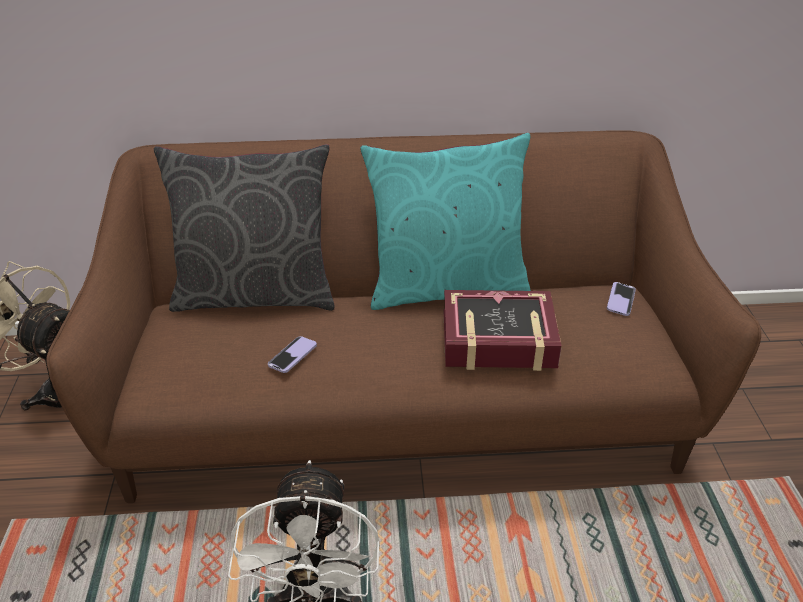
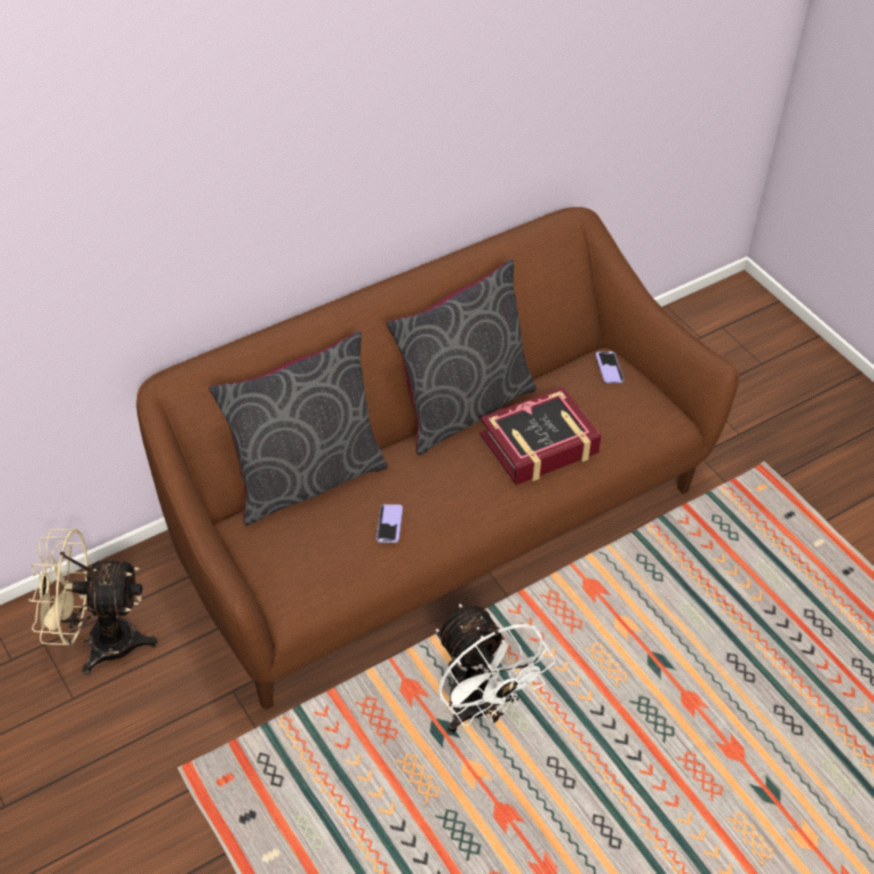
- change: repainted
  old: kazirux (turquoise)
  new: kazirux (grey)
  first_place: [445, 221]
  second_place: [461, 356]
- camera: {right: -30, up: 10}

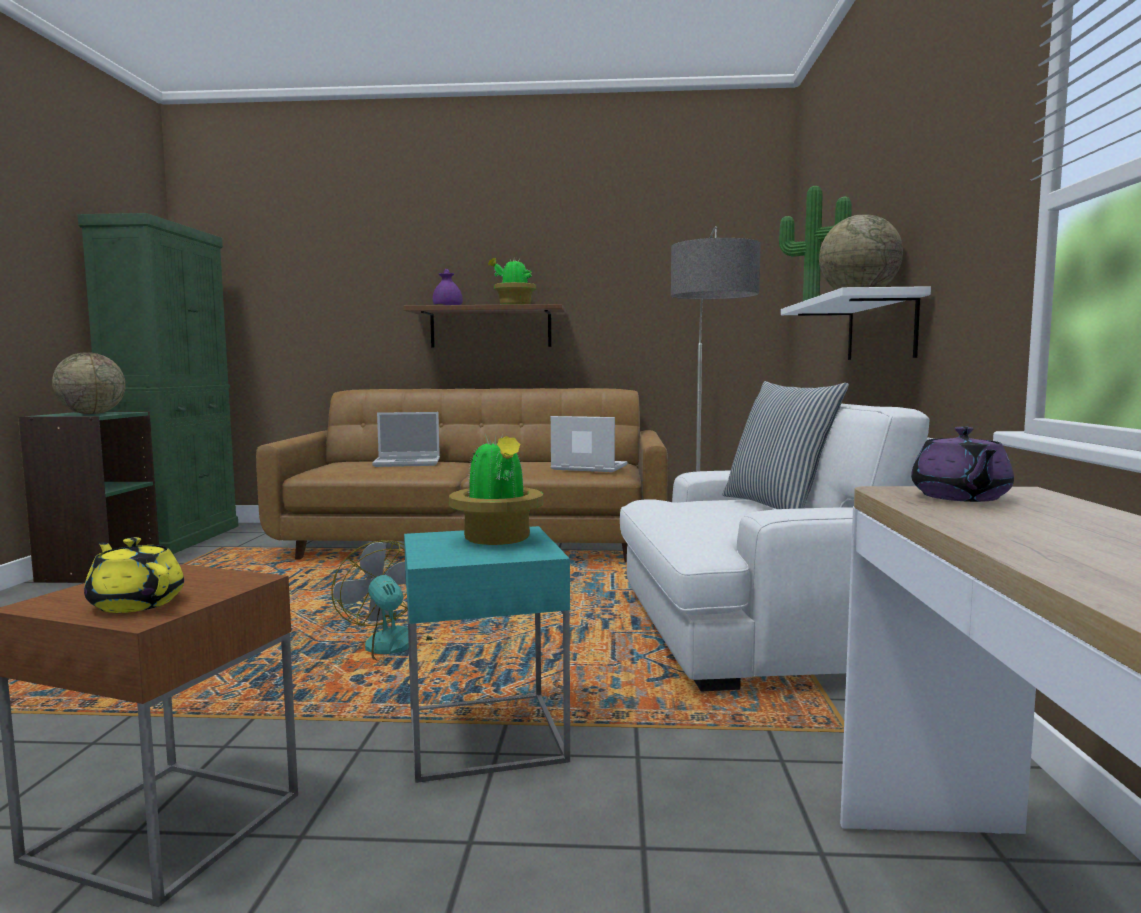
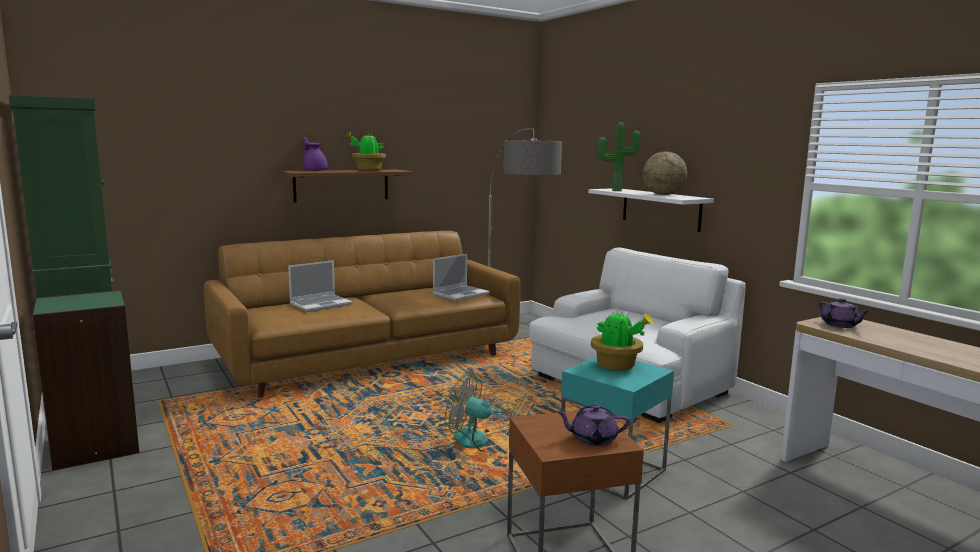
- change: gone
  old: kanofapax
  first_place: [89, 383]
- change: repainted
  old: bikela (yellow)
  new: bikela (purple)
  first_place: [134, 575]
  second_place: [593, 425]
- change: rotated
  old: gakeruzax
  first_place: [589, 444]
  second_place: [461, 277]
  degrees: 150
- change: gone
  old: kazirux
  first_place: [786, 445]
- camera: {right: -35, up: 5}

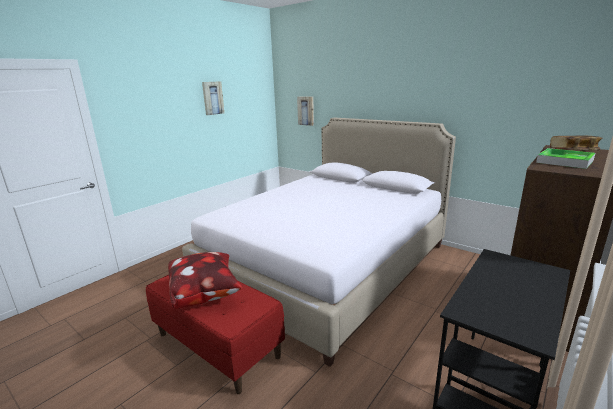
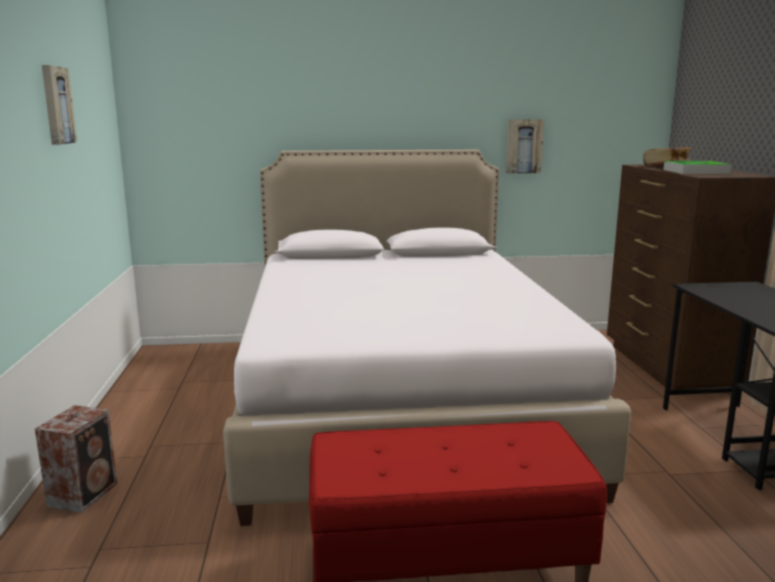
- change: gone
  old: kazirux
  first_place: [205, 280]
- change: shifted
  old: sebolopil
  first_place: [305, 111]
  second_place: [525, 146]
- change: new
  new: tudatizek
  second_place: [76, 459]
- camera: {right: -45, up: -5}

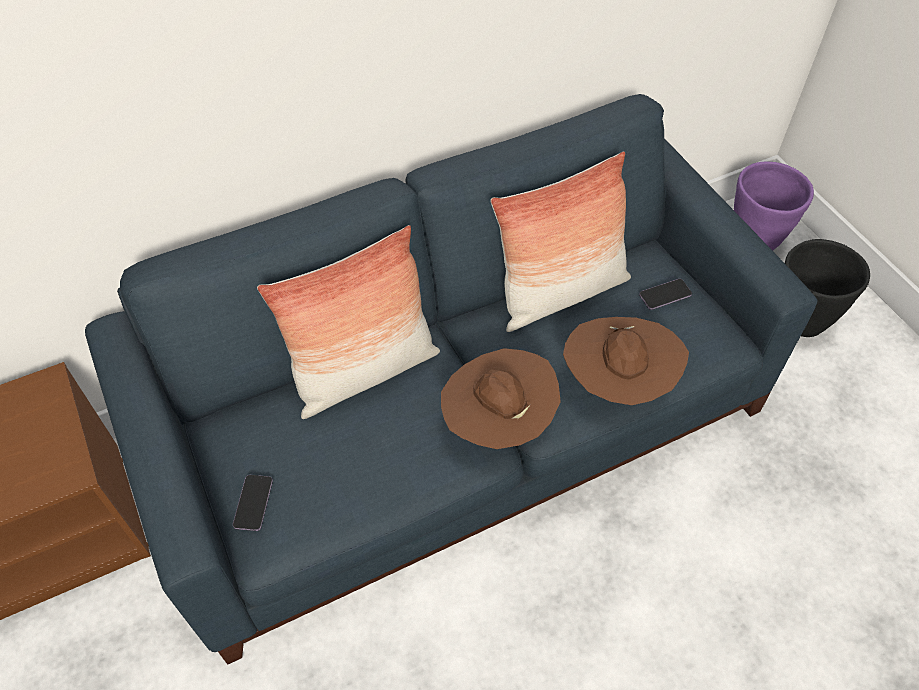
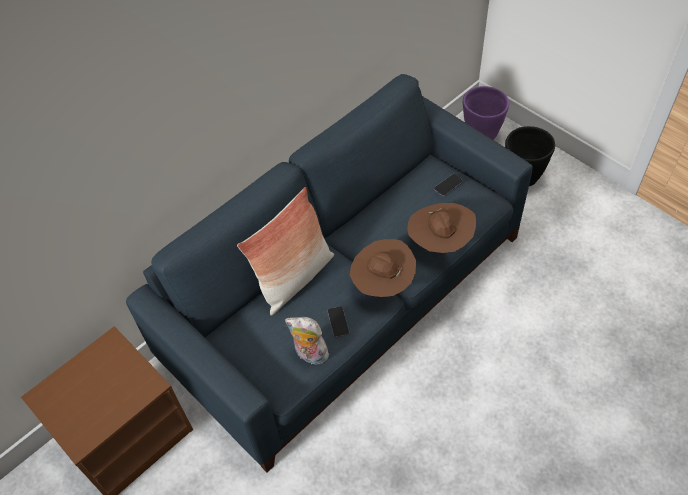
- change: shifted
  old: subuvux
  first_place: [253, 503]
  second_place: [338, 321]
- change: gone
  old: kazirux
  first_place: [560, 242]
- change: new
  new: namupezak
  second_place: [307, 340]
- camera: {right: -15, up: 0}

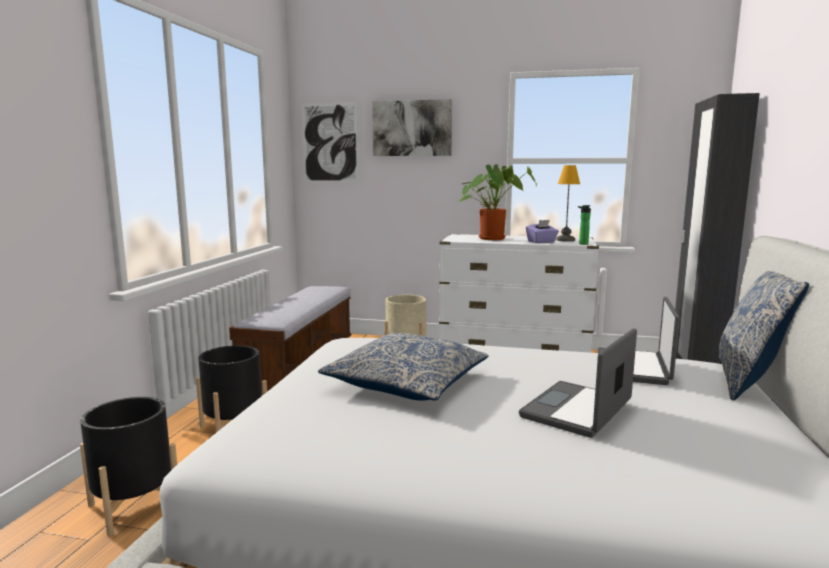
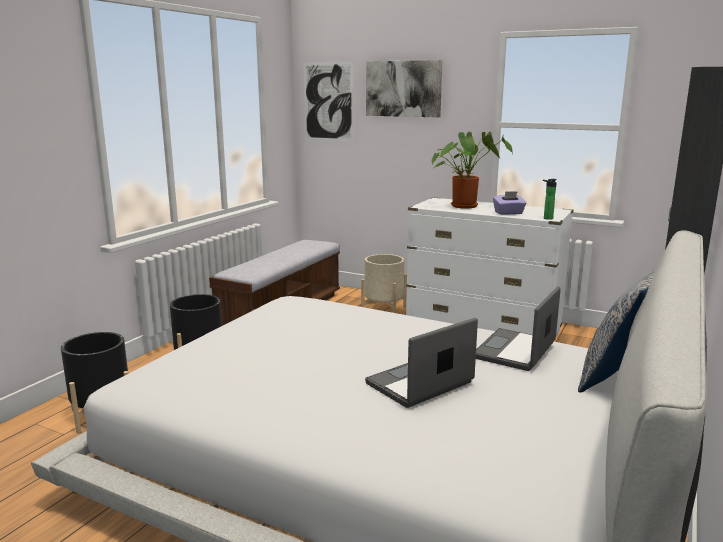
- change: gone
  old: kazirux
  first_place: [403, 367]
- change: gone
  old: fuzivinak
  first_place: [568, 203]
- camera: {right: 15, up: 5}

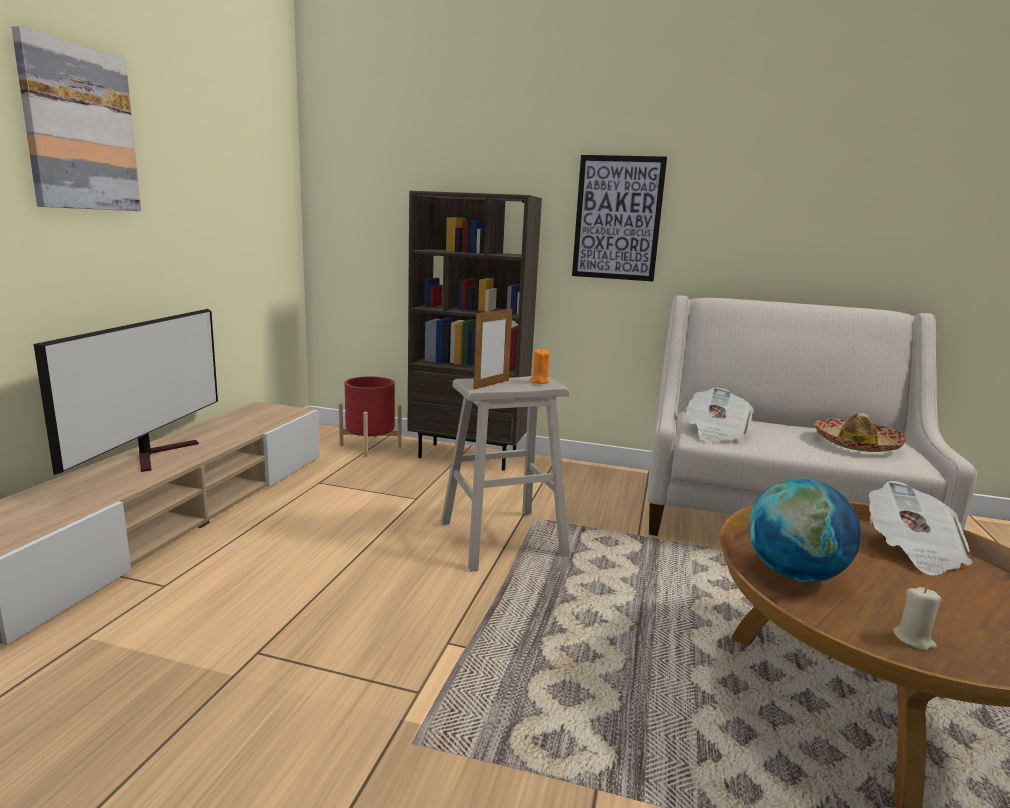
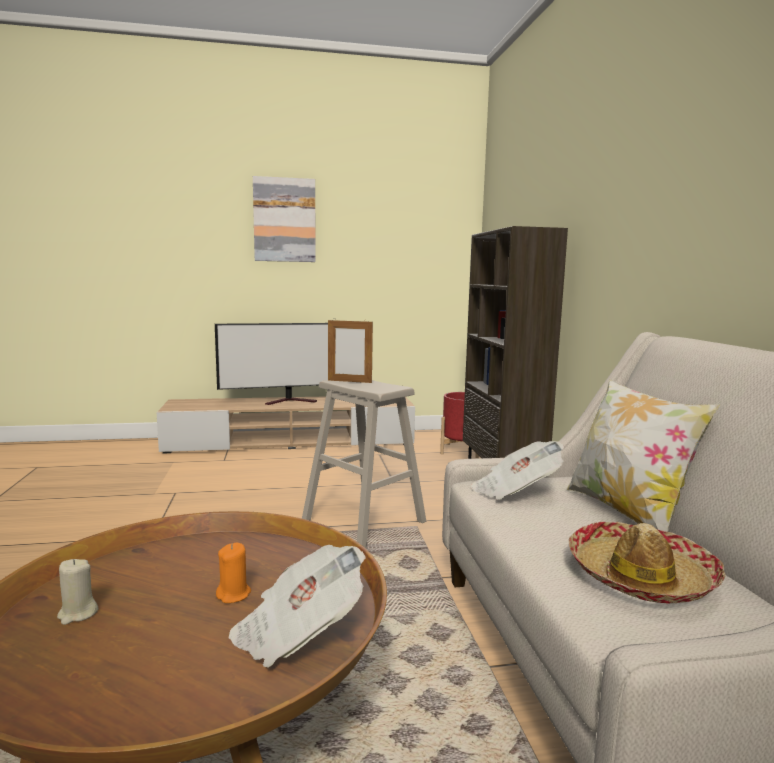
- change: shifted
  old: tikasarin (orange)
  first_place: [540, 366]
  second_place: [233, 573]
- change: gone
  old: sebolopil
  first_place: [619, 218]
- change: gone
  old: kanofapax
  first_place: [804, 530]
- change: new
  new: kazirux
  second_place: [643, 455]
- camera: {right: 65, up: -5}

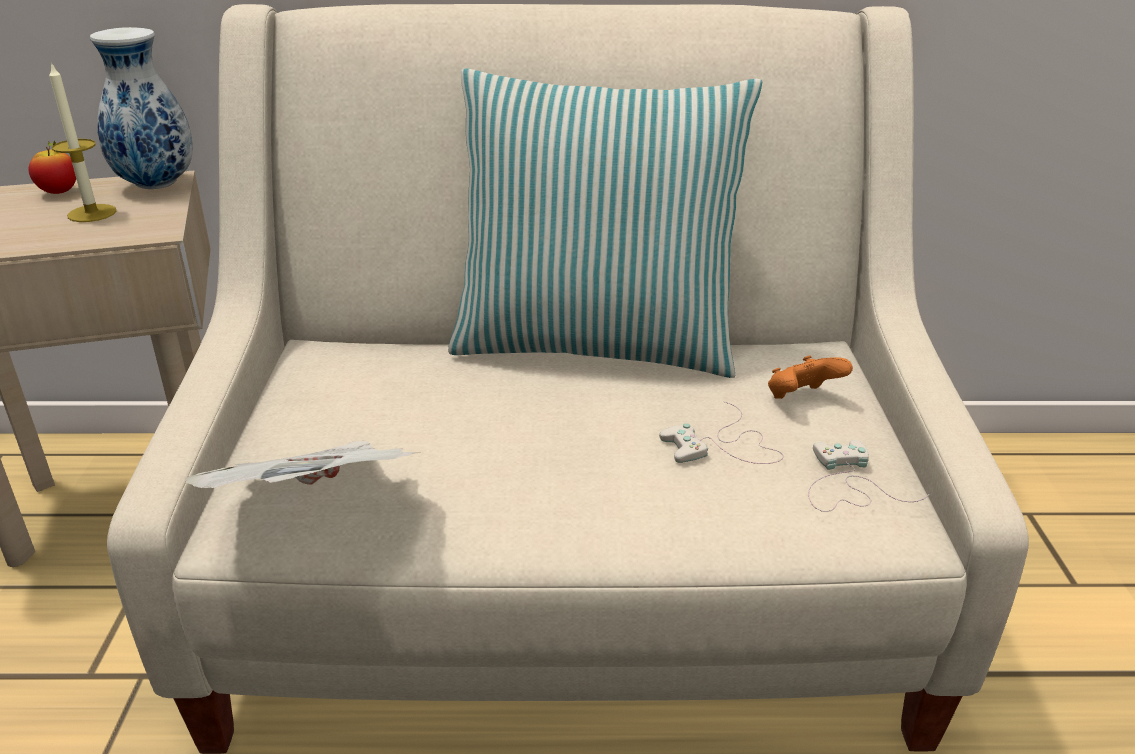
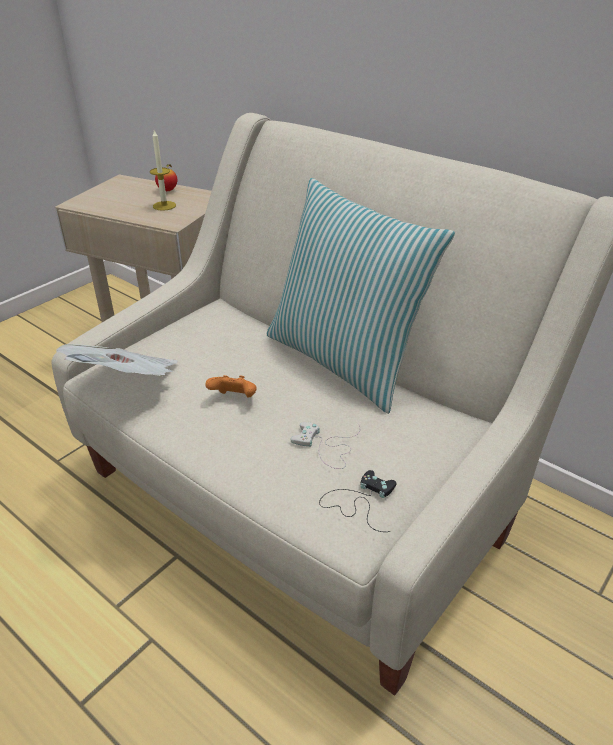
- change: gone
  old: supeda
  first_place: [141, 108]
- change: shifted
  old: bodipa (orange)
  first_place: [810, 377]
  second_place: [231, 386]
- change: repainted
  old: bodipa (white)
  new: bodipa (black)
  first_place: [868, 476]
  second_place: [358, 501]
- camera: {right: 40, up: 5}

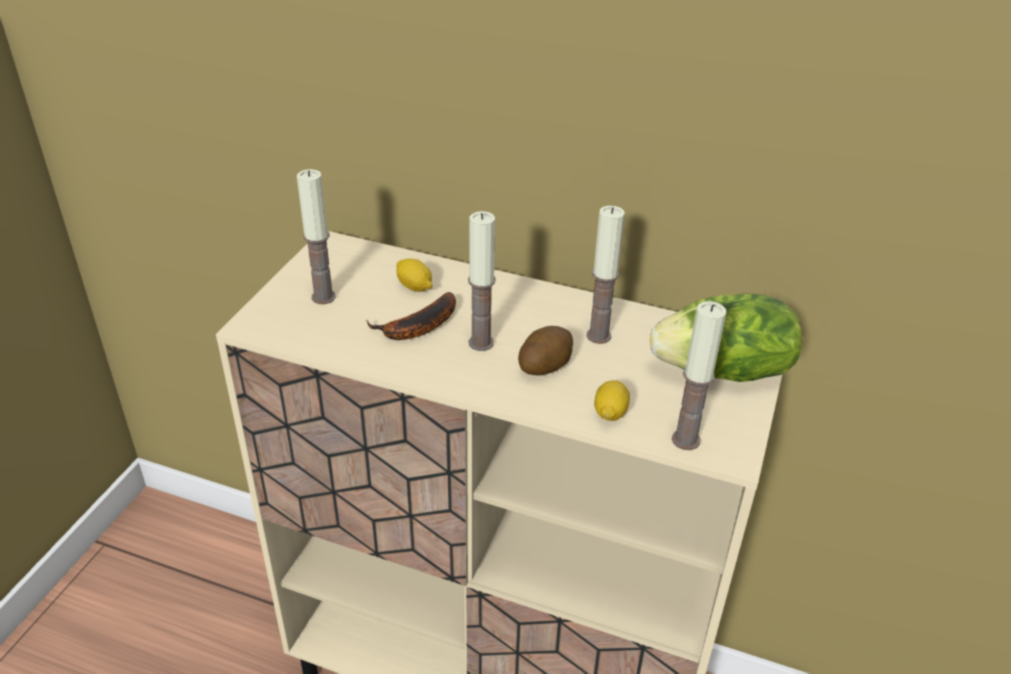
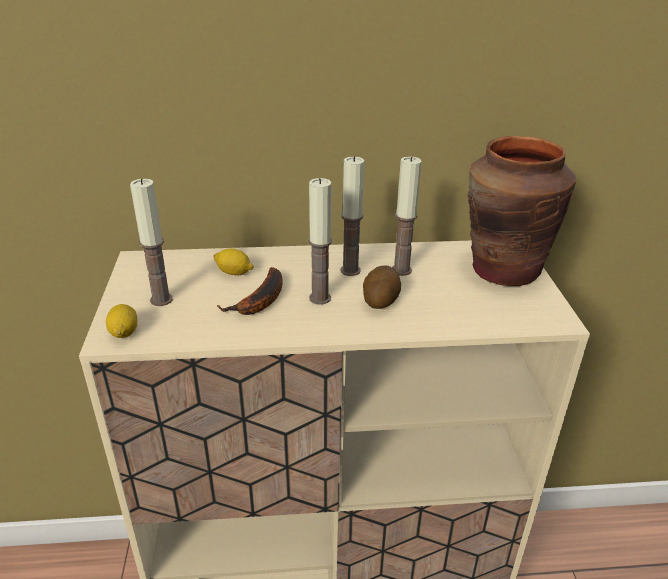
- change: shifted
  old: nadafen
  first_place: [612, 400]
  second_place: [121, 321]
- change: swapped
  old: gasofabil
  new: supeda (brown)
  first_place: [726, 337]
  second_place: [521, 211]
- change: shifted
  old: tikasarin
  first_place: [699, 375]
  second_place: [352, 216]
- camera: {right: -25, up: -5}

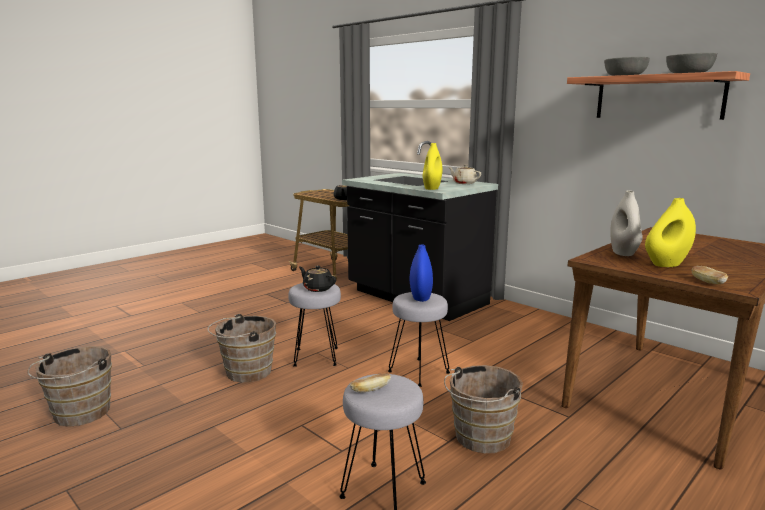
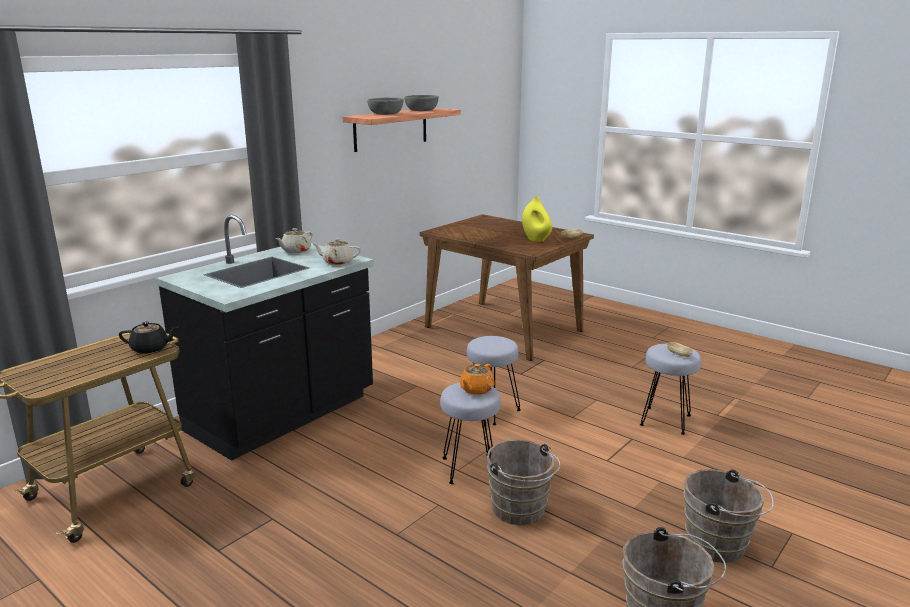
- change: repainted
  old: bikela (black)
  new: bikela (orange)
  first_place: [317, 279]
  second_place: [477, 379]
- change: gone
  old: supeda (blue)
  first_place: [421, 273]
- change: swapped
  old: supeda (yellow)
  new: bikela (beige)
  first_place: [432, 166]
  second_place: [336, 251]
- change: shifted
  old: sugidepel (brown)
  first_place: [483, 409]
  second_place: [729, 516]
- change: gone
  old: supeda (white)
  first_place: [626, 223]
- camera: {right: -95, up: 5}

